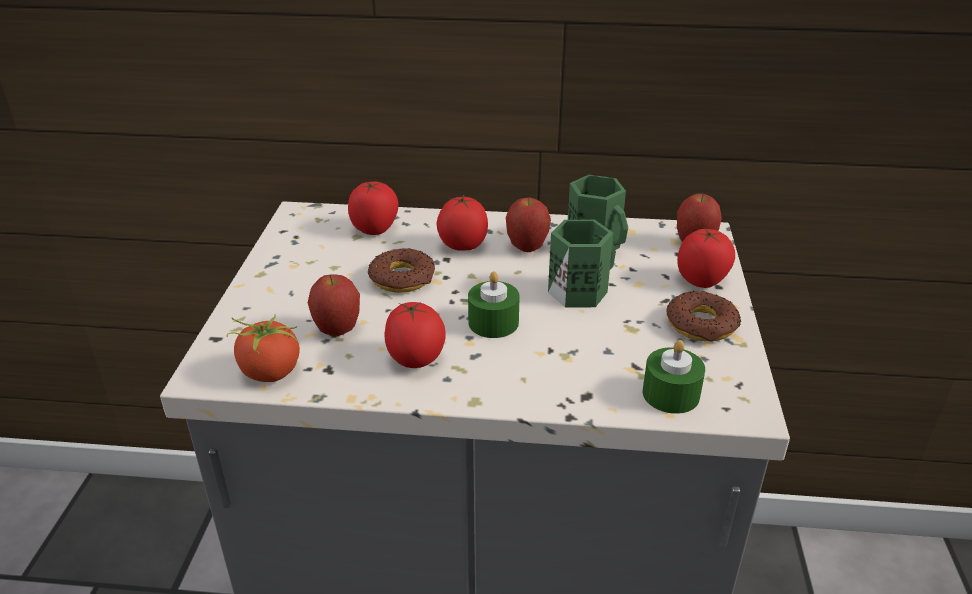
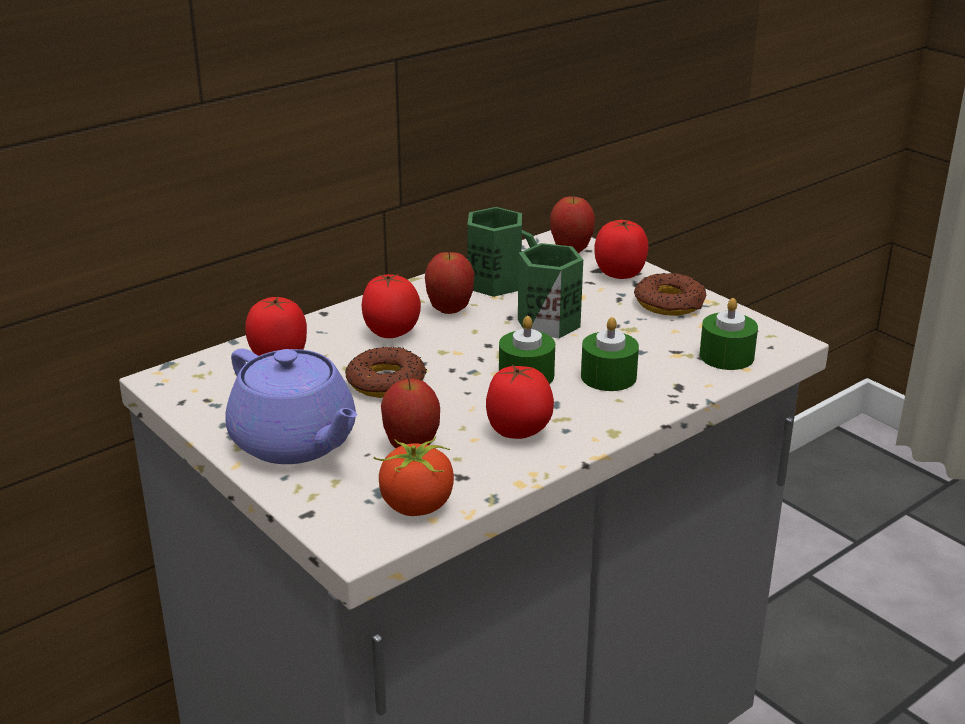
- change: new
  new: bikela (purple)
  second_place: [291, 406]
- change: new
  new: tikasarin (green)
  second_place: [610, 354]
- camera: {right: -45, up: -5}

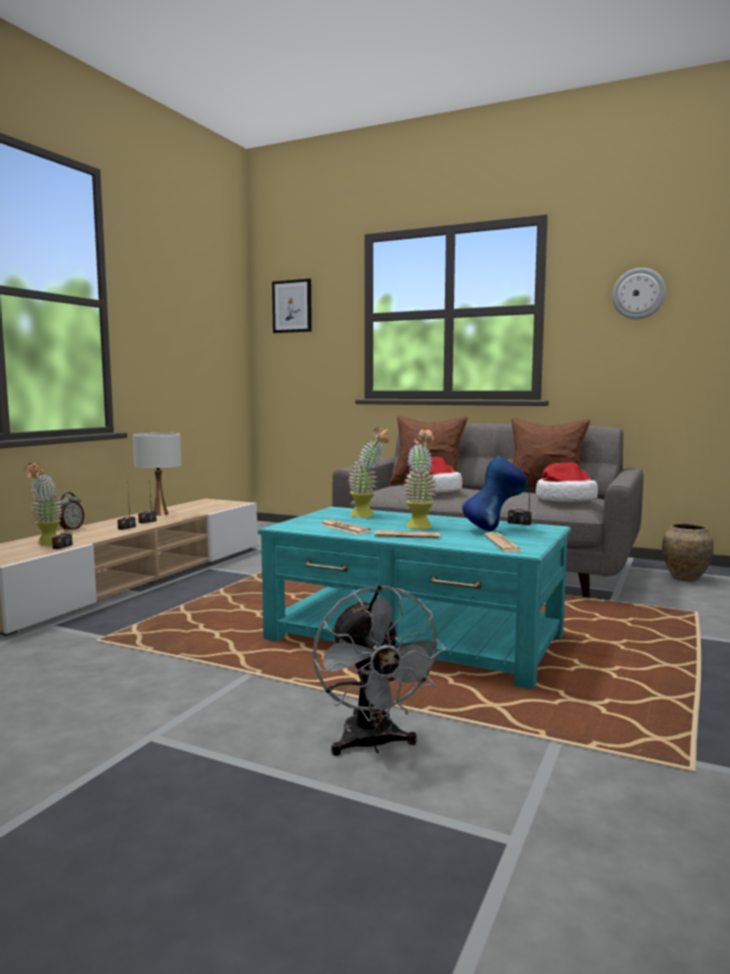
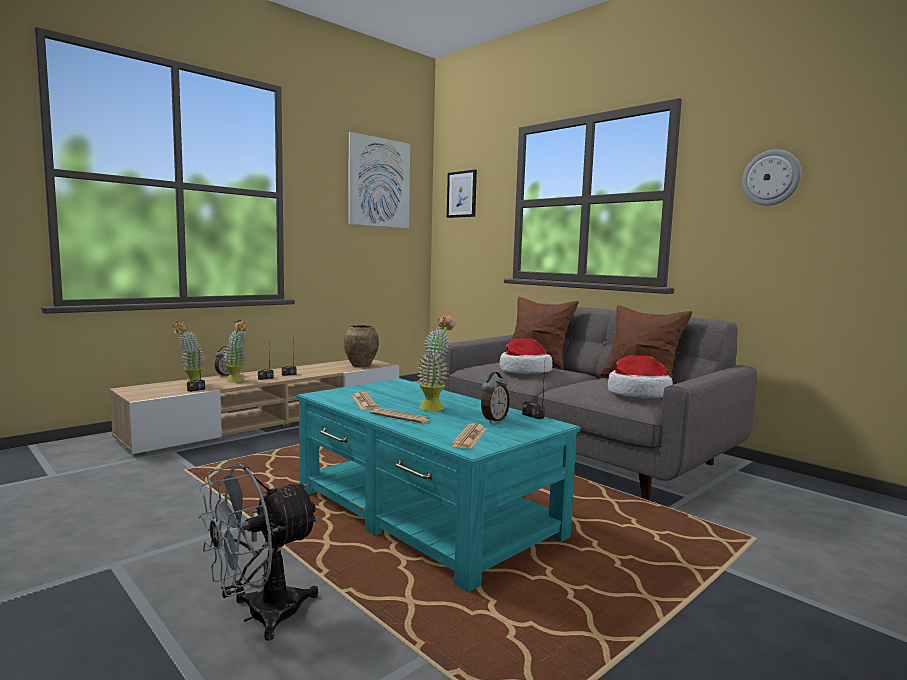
- change: gone
  old: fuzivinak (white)
  first_place: [157, 474]
- change: rotated
  old: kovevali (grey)
  first_place: [380, 670]
  second_place: [259, 552]
  degrees: 45
- change: shifted
  old: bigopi
  first_place: [369, 472]
  second_place: [234, 351]
- change: swapped
  old: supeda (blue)
  new: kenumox
  first_place: [495, 494]
  second_place: [495, 397]
- change: shifted
  old: supeda (brown)
  first_place: [688, 552]
  second_place: [361, 346]
- change: new
  new: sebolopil
  second_place: [379, 180]
- camera: {right: 20, up: 0}

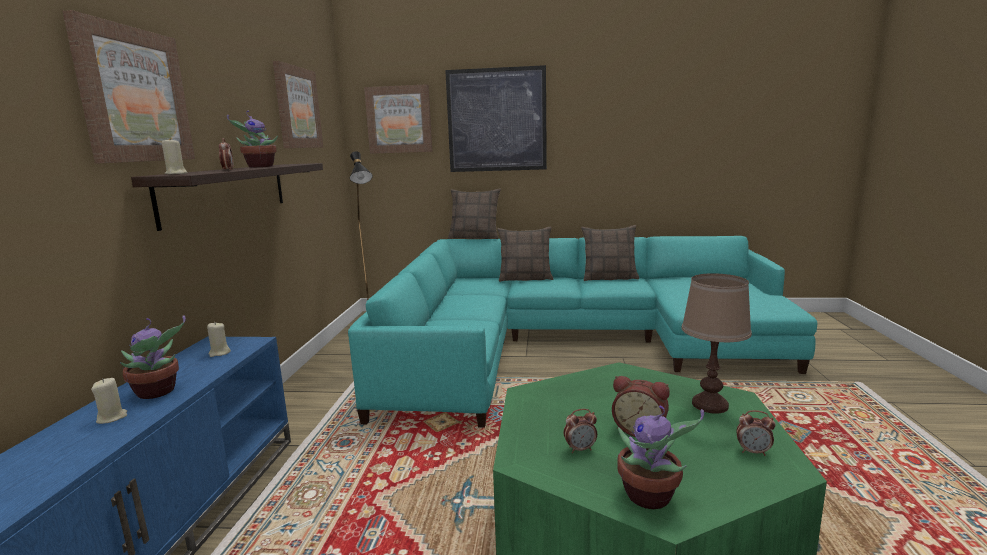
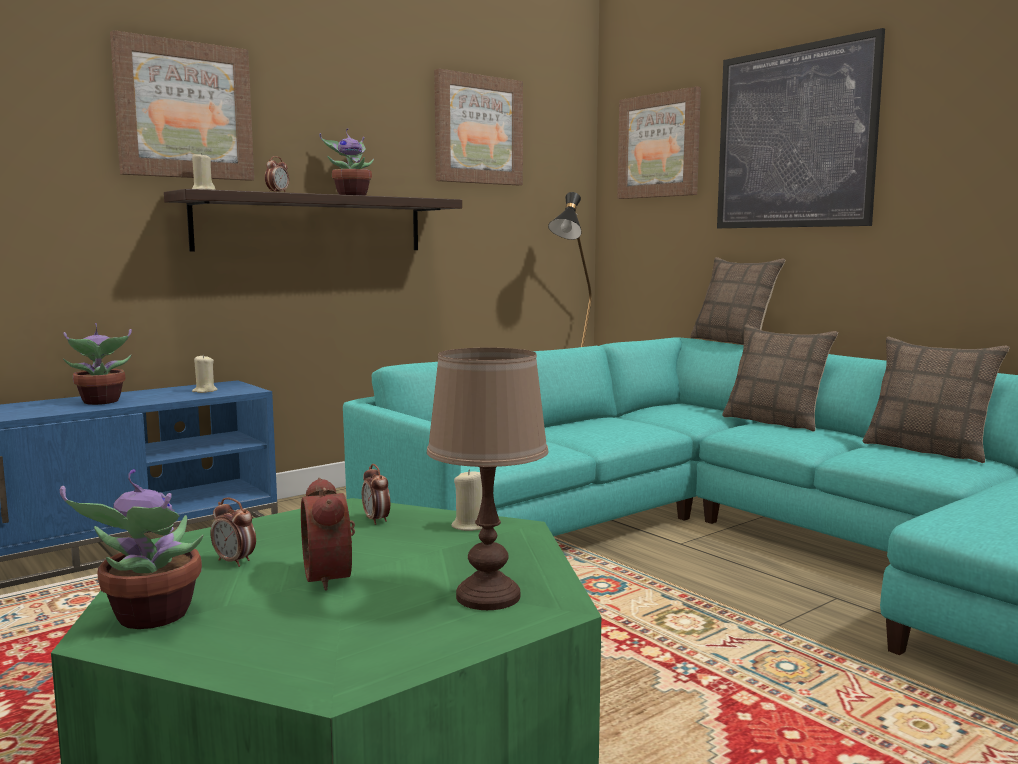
- change: shifted
  old: tikasarin (beige)
  first_place: [109, 401]
  second_place: [467, 500]
- change: shifted
  old: kenumox
  first_place: [756, 433]
  second_place: [376, 494]
- camera: {right: 45, up: -5}

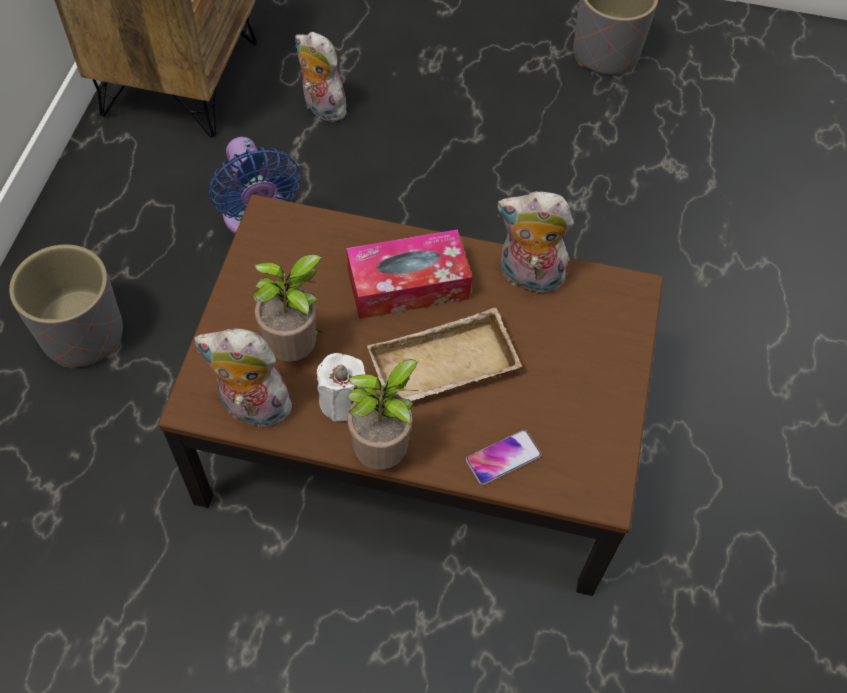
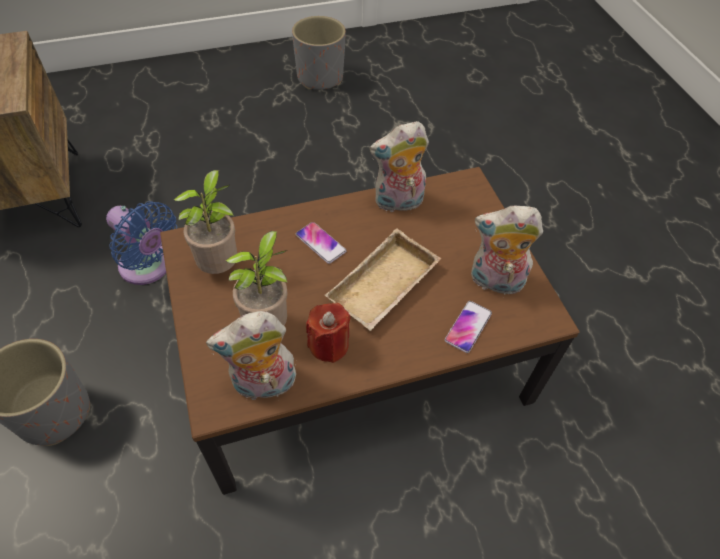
- change: shifted
  old: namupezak
  first_place: [322, 77]
  second_place: [507, 250]
- change: repainted
  old: tikasarin (white)
  new: tikasarin (red)
  first_place: [341, 387]
  second_place: [328, 333]
- change: swapped
  old: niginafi
  new: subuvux
  first_place: [409, 274]
  second_place: [321, 243]
- change: shifted
  old: bigopi
  first_place: [383, 414]
  second_place: [205, 222]
- camera: {right: -30, up: -5}

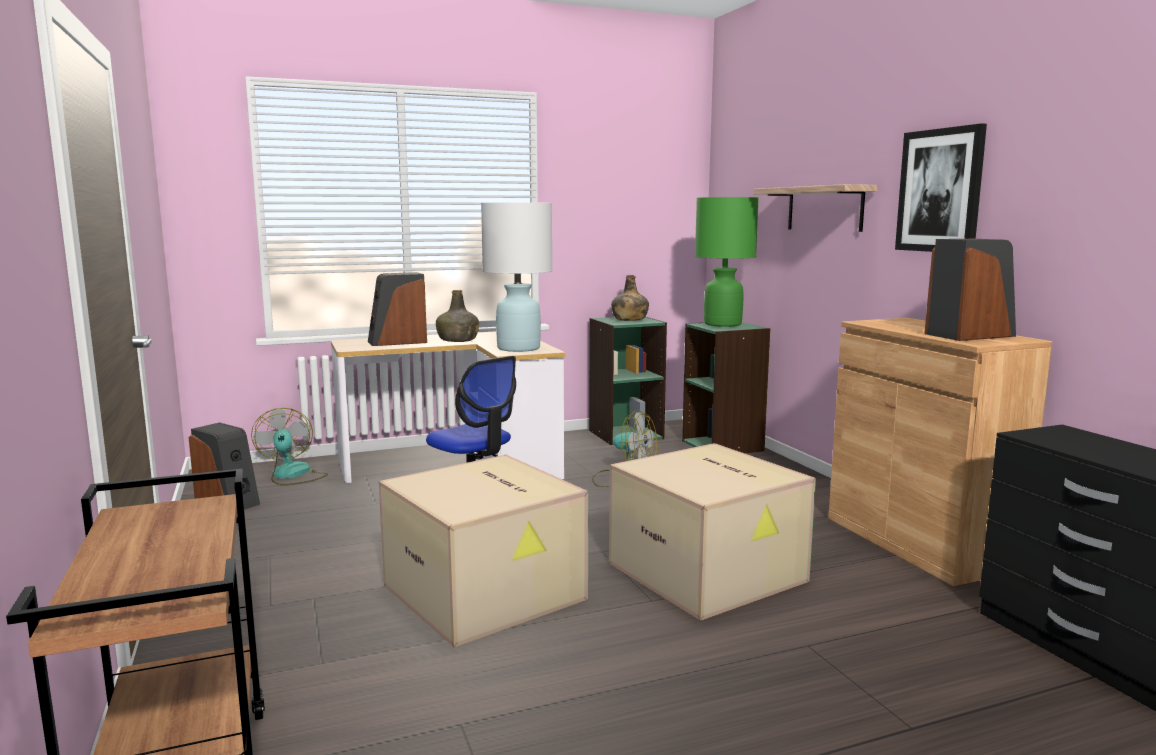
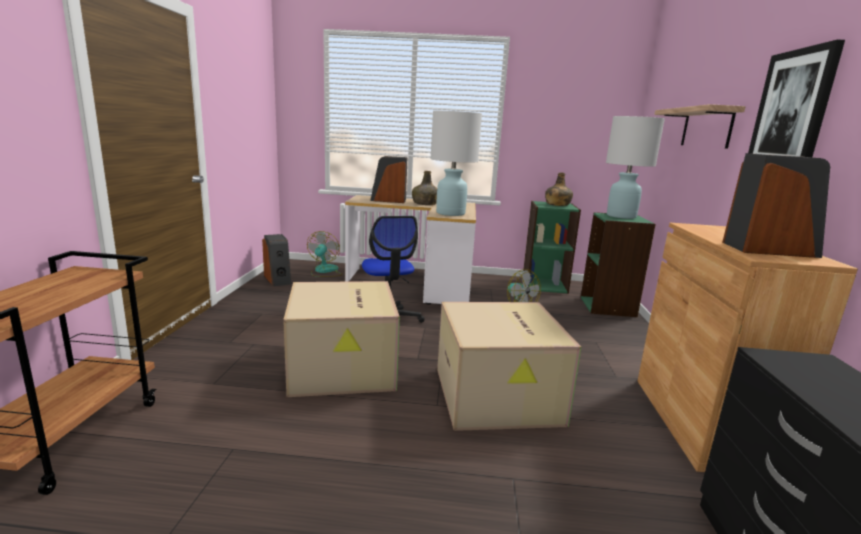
- change: repainted
  old: fuzivinak (green)
  new: fuzivinak (white)
  first_place: [727, 262]
  second_place: [635, 167]
- camera: {right: 25, up: 5}

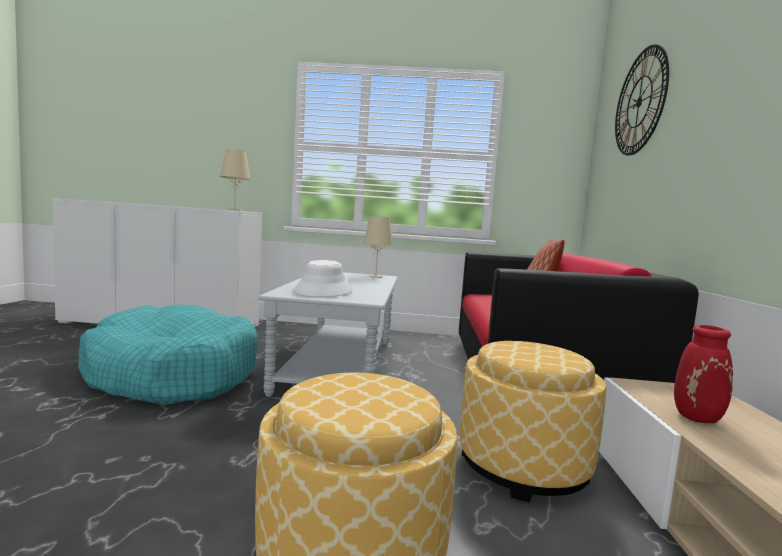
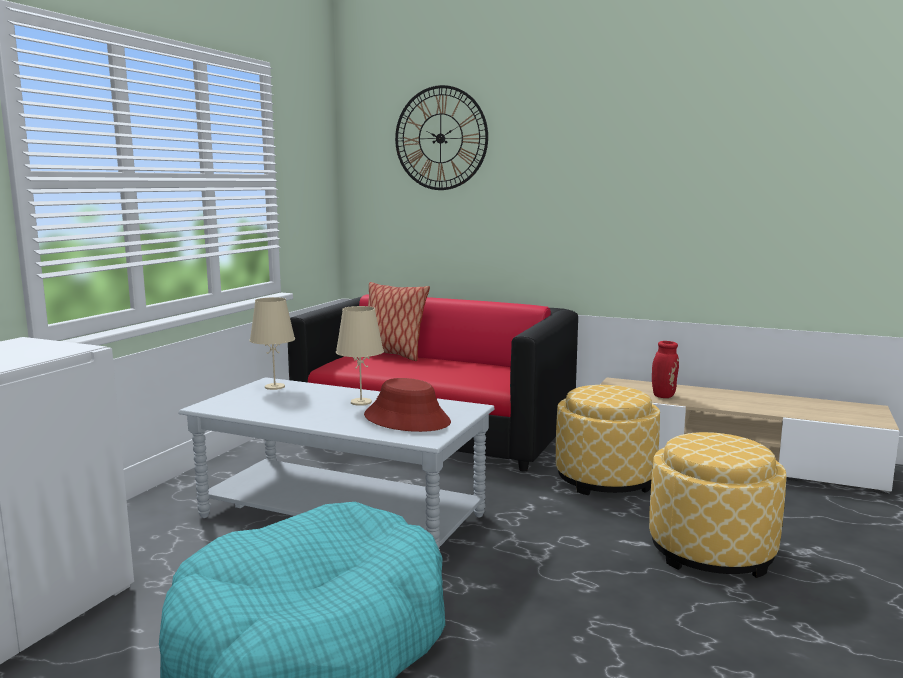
- change: shifted
  old: fuzivinak (beige)
  first_place: [235, 180]
  second_place: [360, 356]
- change: repainted
  old: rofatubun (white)
  new: rofatubun (red)
  first_place: [323, 278]
  second_place: [407, 405]
- camera: {right: -70, up: 5}

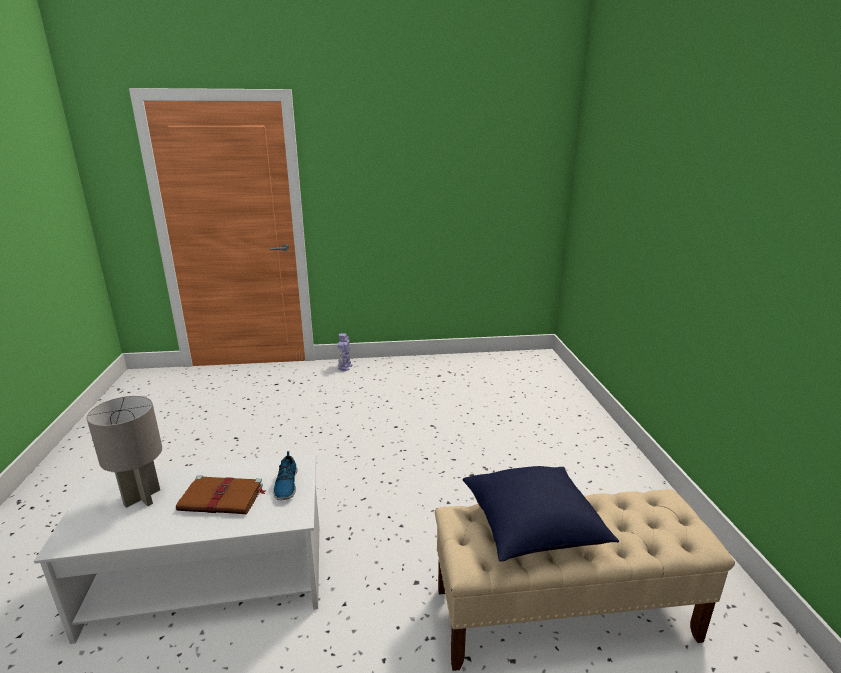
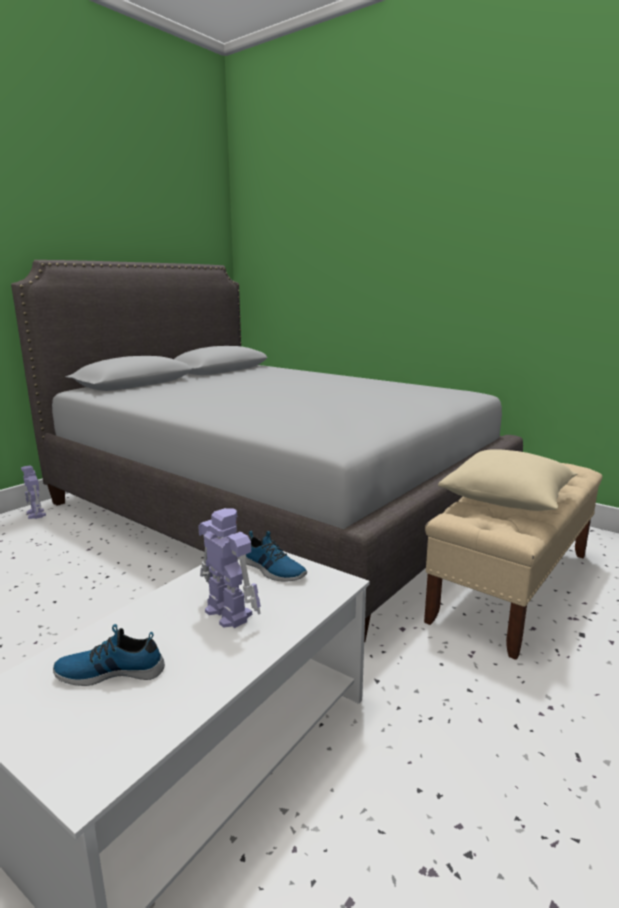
- change: swapped
  old: fuzivinak (grey)
  new: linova
  first_place: [124, 452]
  second_place: [109, 655]
- change: swapped
  old: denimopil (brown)
  new: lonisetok
  first_place: [220, 494]
  second_place: [229, 568]
- change: repainted
  old: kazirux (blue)
  new: kazirux (beige)
  first_place: [540, 514]
  second_place: [507, 480]
- change: new
  new: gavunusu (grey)
  second_place: [267, 451]
- camera: {right: -45, up: -5}

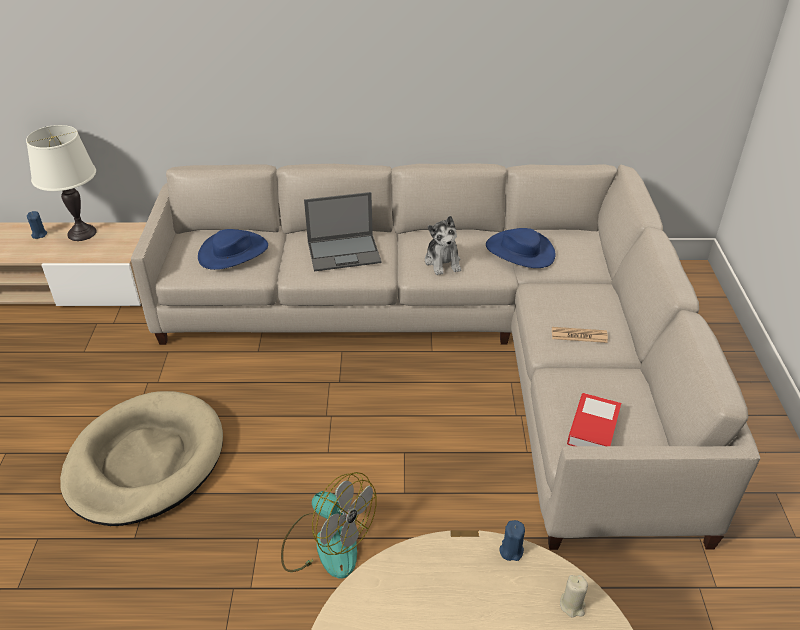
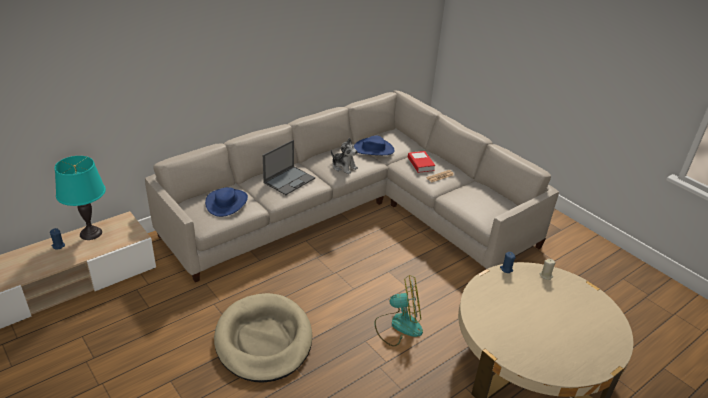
- change: repainted
  old: fuzivinak (white)
  new: fuzivinak (turquoise)
  first_place: [61, 183]
  second_place: [80, 198]
- change: shifted
  old: denimopil
  first_place: [594, 419]
  second_place: [421, 162]
- camera: {right: -40, up: -5}

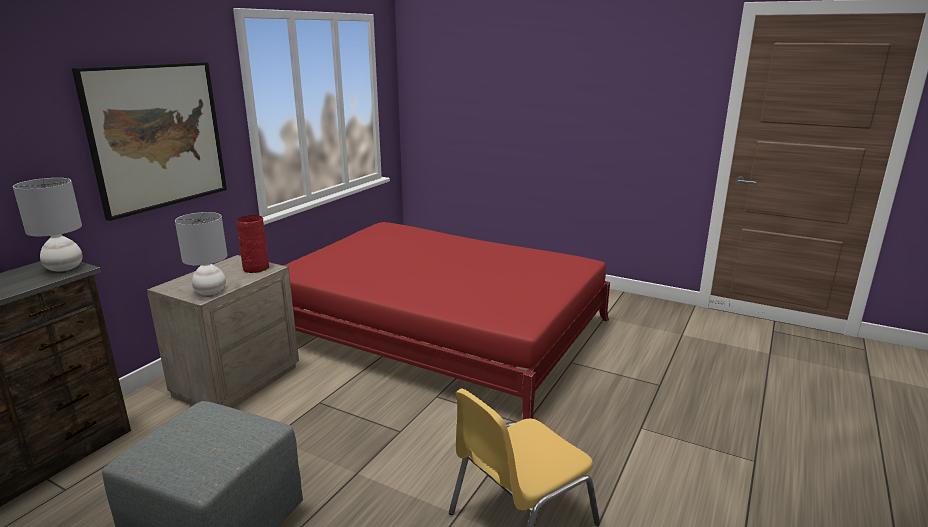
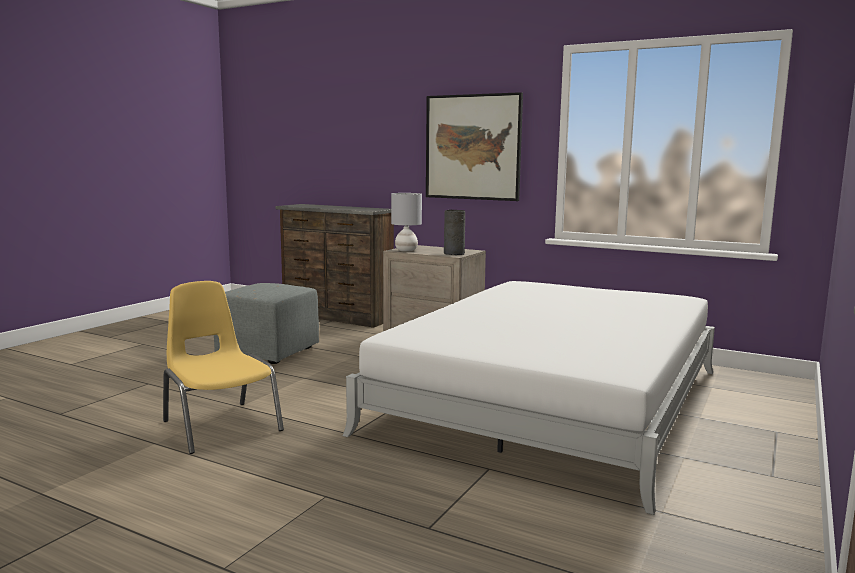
- change: gone
  old: fuzivinak (grey)
  first_place: [48, 225]
- change: repainted
  old: supeda (red)
  new: supeda (grey)
  first_place: [252, 244]
  second_place: [454, 232]
- change: repainted
  old: gavunusu (red)
  new: gavunusu (white)
  first_place: [447, 321]
  second_place: [529, 398]
- camera: {right: 90, up: -10}

